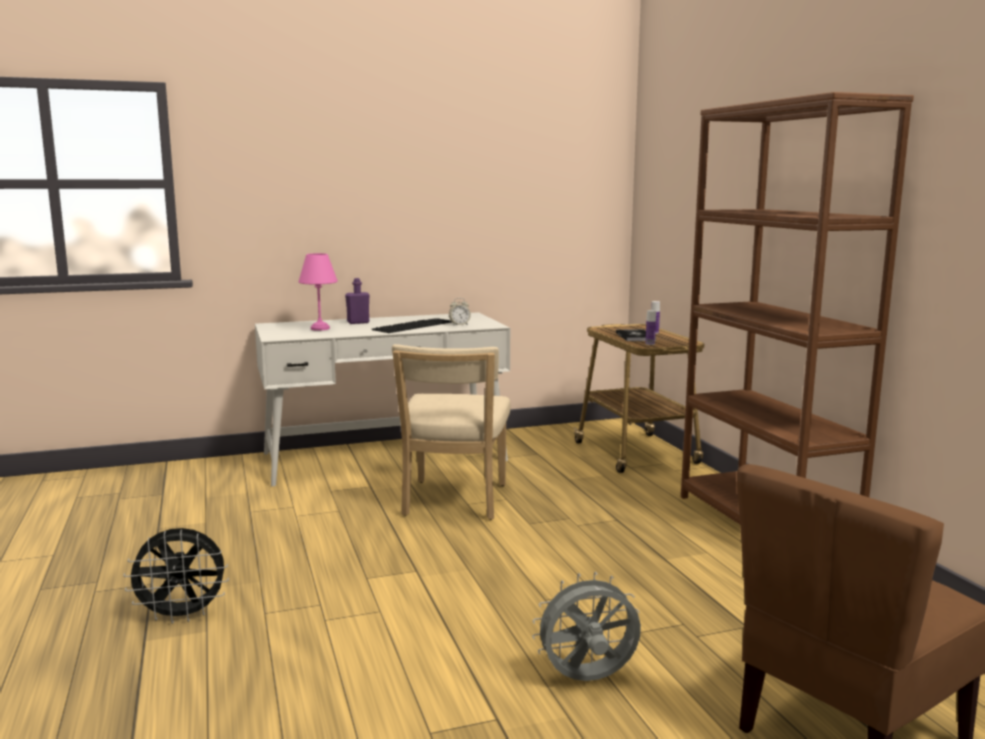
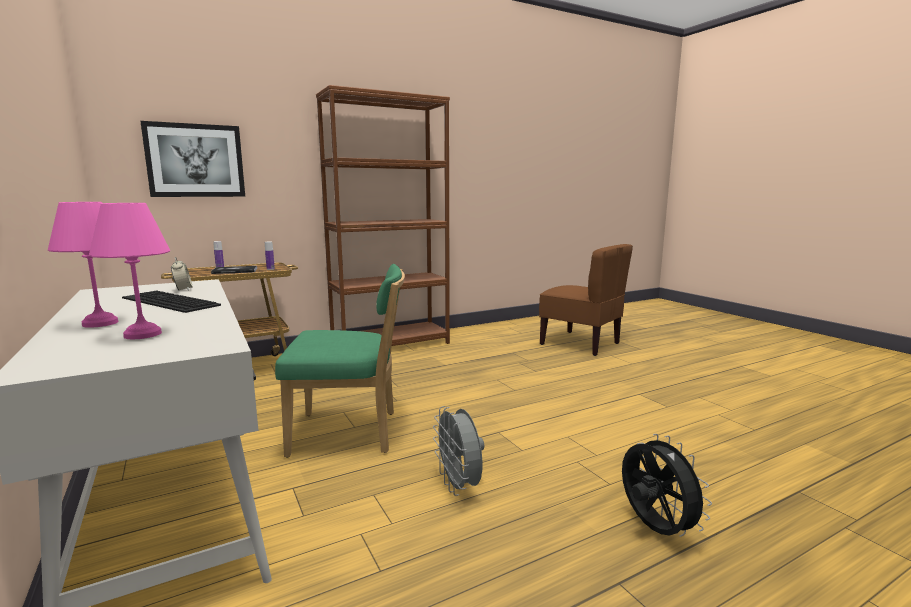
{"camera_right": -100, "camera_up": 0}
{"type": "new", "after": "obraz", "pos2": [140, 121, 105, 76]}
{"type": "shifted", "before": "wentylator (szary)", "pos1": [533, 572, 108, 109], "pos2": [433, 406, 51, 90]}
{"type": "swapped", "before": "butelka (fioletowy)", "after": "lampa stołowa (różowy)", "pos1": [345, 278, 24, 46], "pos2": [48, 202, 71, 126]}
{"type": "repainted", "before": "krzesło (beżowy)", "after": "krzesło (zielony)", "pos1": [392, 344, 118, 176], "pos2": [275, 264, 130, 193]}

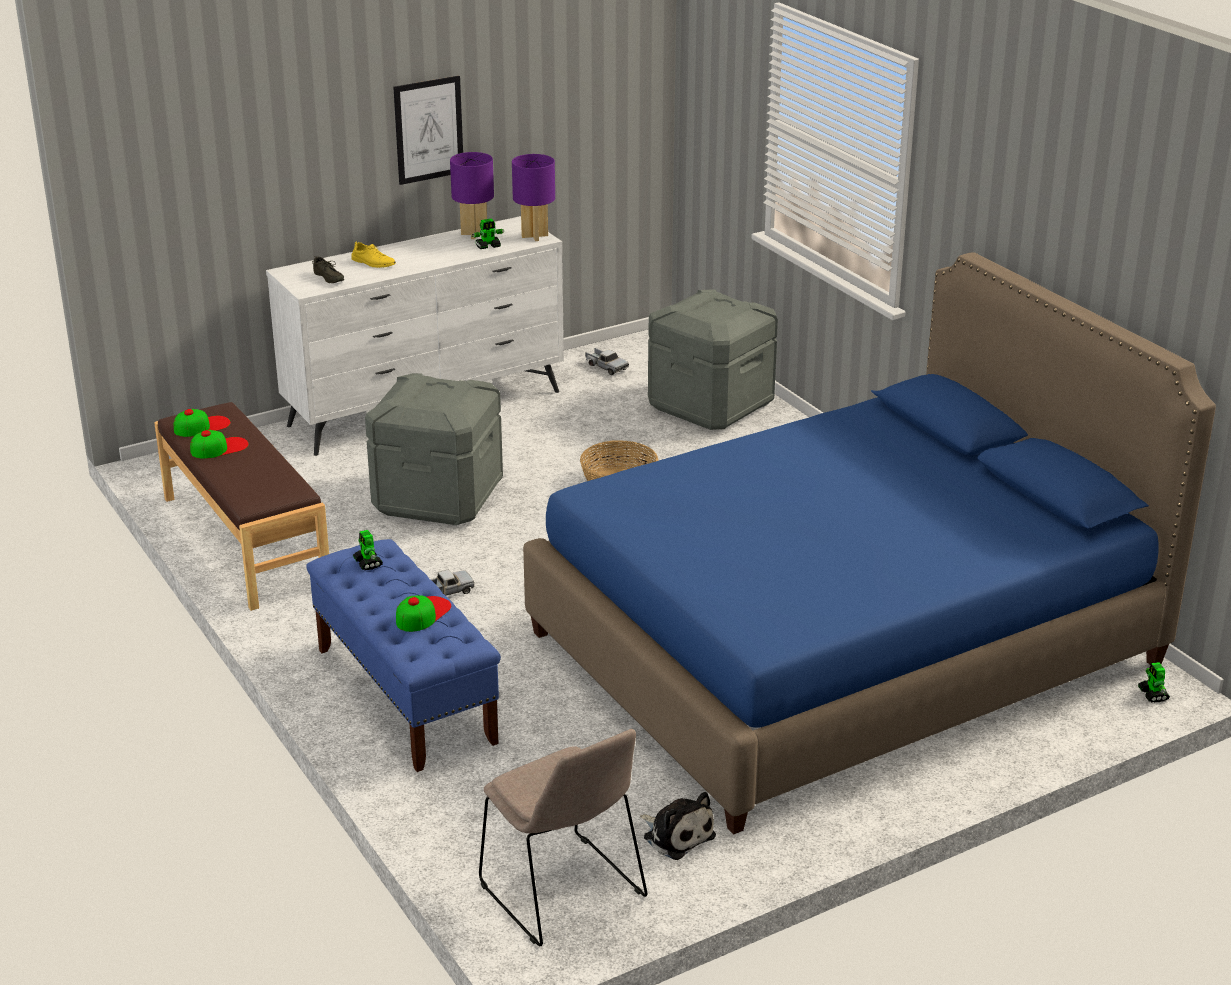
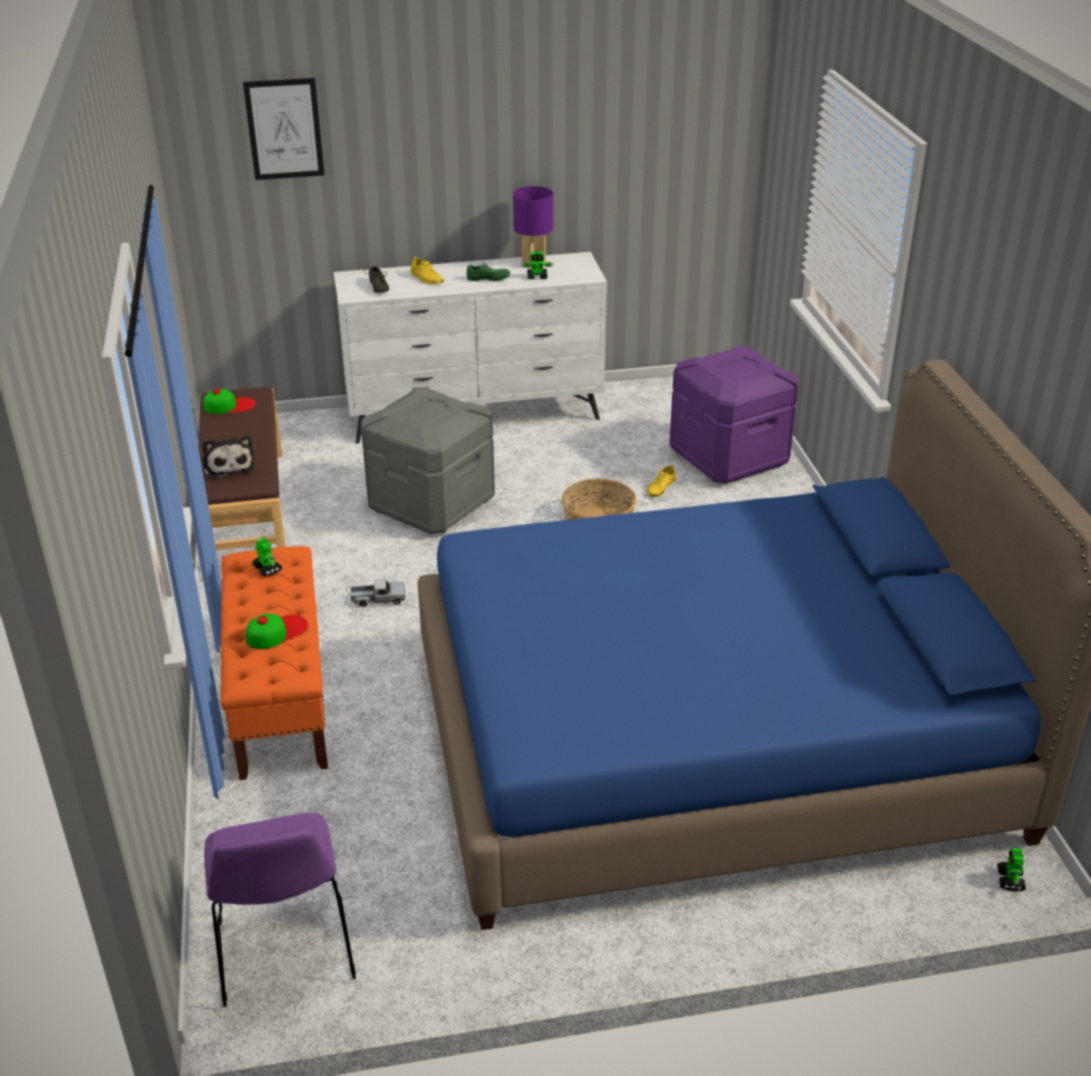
{"camera_right": 20, "camera_up": 5}
{"type": "gone", "before": "czapka z daszkiem", "pos1": [190, 430, 59, 29]}
{"type": "gone", "before": "lampa stołowa (fioletowy)", "pos1": [512, 154, 43, 87]}
{"type": "gone", "before": "ciężarówka zabawkowa", "pos1": [585, 348, 44, 27]}
{"type": "new", "after": "but (zielony)", "pos2": [467, 262, 43, 19]}
{"type": "new", "after": "but (żółty)", "pos2": [647, 464, 29, 33]}
{"type": "shifted", "before": "obraz", "pos1": [393, 76, 70, 109], "pos2": [243, 78, 81, 102]}
{"type": "shifted", "before": "pluszak", "pos1": [640, 792, 76, 68], "pos2": [203, 435, 52, 45]}
{"type": "repainted", "before": "ławka (niebieski)", "after": "ławka (pomarańczowy)", "pos1": [306, 539, 195, 233], "pos2": [220, 546, 108, 234]}
{"type": "repainted", "before": "krzesło (beżowy)", "after": "krzesło (fioletowy)", "pos1": [479, 729, 168, 217], "pos2": [204, 813, 152, 194]}
{"type": "repainted", "before": "pojemnik do przechowywania (szary)", "after": "pojemnik do przechowywania (fioletowy)", "pos1": [648, 289, 130, 141], "pos2": [669, 345, 130, 139]}
{"type": "rotated", "before": "robot zabawkowy", "pos1": [353, 530, 30, 40], "pos2": [252, 538, 30, 39], "turn": 150}

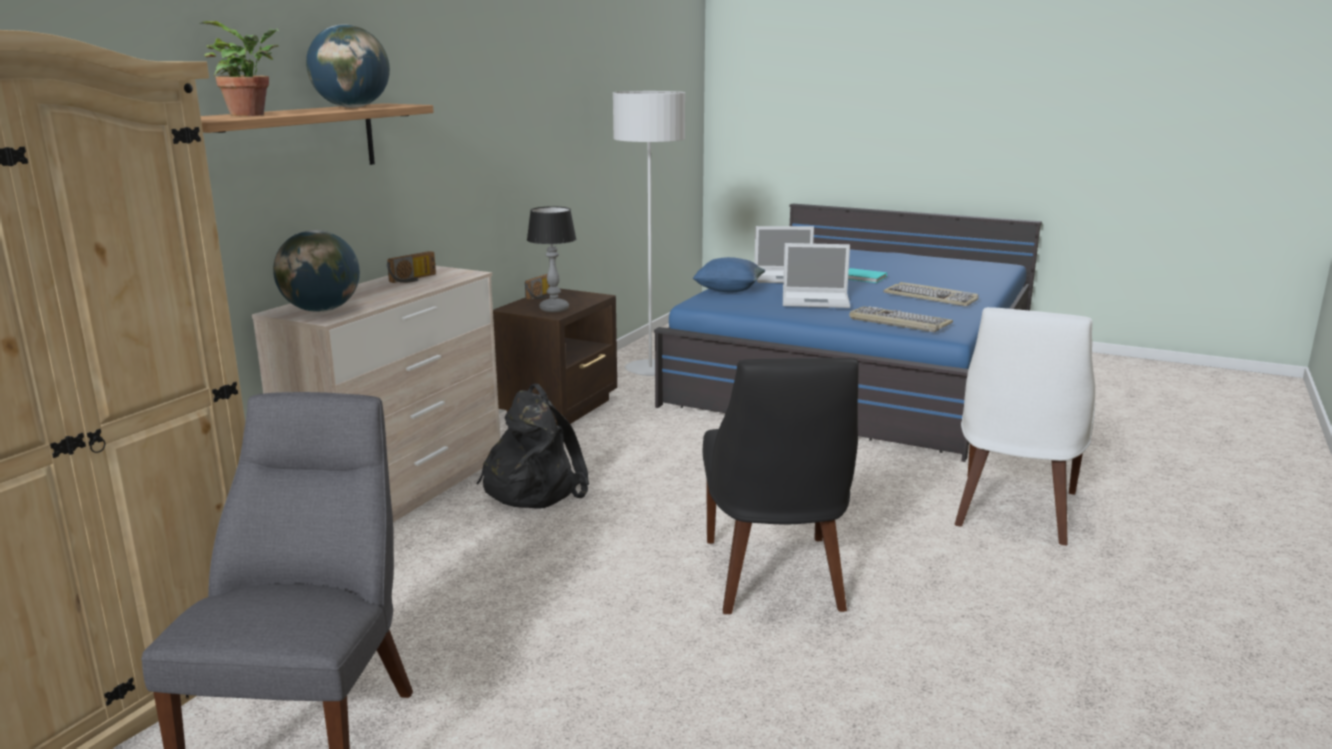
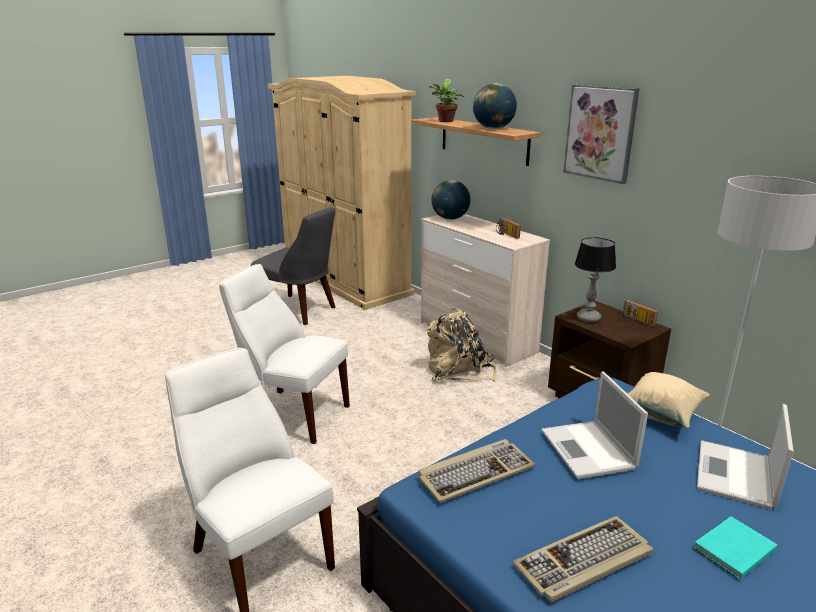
{"camera_right": 115, "camera_up": 5}
{"type": "new", "after": "obraz", "pos2": [563, 84, 76, 100]}
{"type": "repainted", "before": "plecak (czarny)", "after": "plecak (beżowy)", "pos1": [476, 383, 113, 126], "pos2": [427, 308, 70, 73]}
{"type": "repainted", "before": "poduszka (niebieski)", "after": "poduszka (beżowy)", "pos1": [692, 257, 73, 35], "pos2": [628, 372, 82, 56]}
{"type": "repainted", "before": "krzesło (czarny)", "after": "krzesło (biały)", "pos1": [703, 358, 156, 256], "pos2": [219, 264, 131, 180]}
{"type": "rotated", "before": "laptop", "pos1": [783, 243, 67, 65], "pos2": [541, 371, 107, 108], "turn": -45}

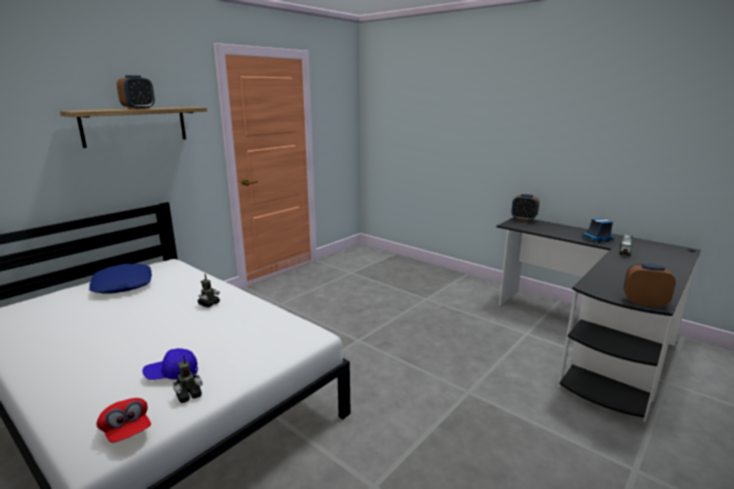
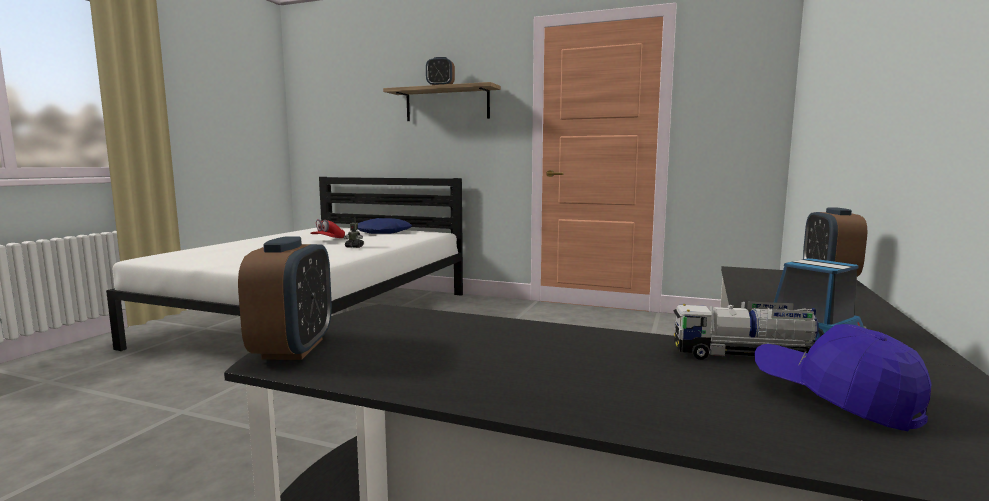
{"camera_right": 70, "camera_up": -10}
{"type": "gone", "before": "robot zabawkowy", "pos1": [172, 354, 30, 49]}
{"type": "shifted", "before": "czapka z daszkiem (czerwony)", "pos1": [96, 398, 55, 45], "pos2": [310, 219, 35, 19]}
{"type": "shifted", "before": "czapka z daszkiem (niebieski)", "pos1": [142, 348, 56, 32], "pos2": [754, 324, 178, 107]}

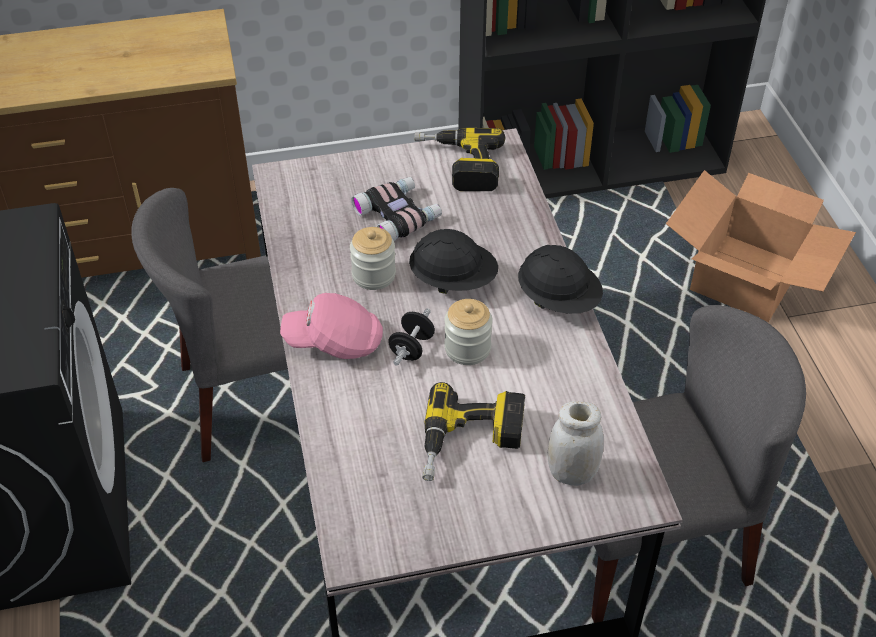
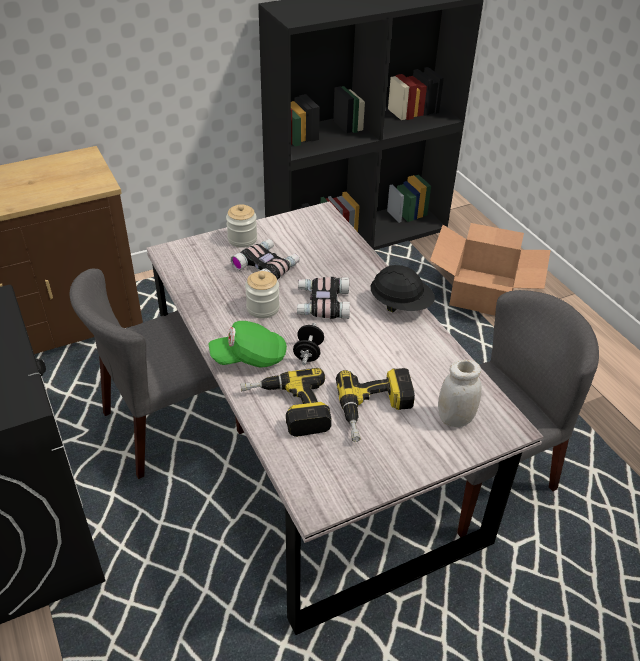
{"camera_right": -15, "camera_up": -5}
{"type": "shifted", "before": "wiertarka", "pos1": [414, 128, 91, 63], "pos2": [240, 368, 92, 69]}
{"type": "shifted", "before": "słoik", "pos1": [444, 299, 49, 66], "pos2": [226, 204, 31, 44]}
{"type": "swapped", "before": "kask (czarny)", "after": "lornetka", "pos1": [409, 229, 89, 65], "pos2": [297, 277, 53, 42]}
{"type": "repainted", "before": "czapka z daszkiem (różowy)", "after": "czapka z daszkiem (zielony)", "pos1": [280, 293, 103, 66], "pos2": [208, 321, 79, 47]}

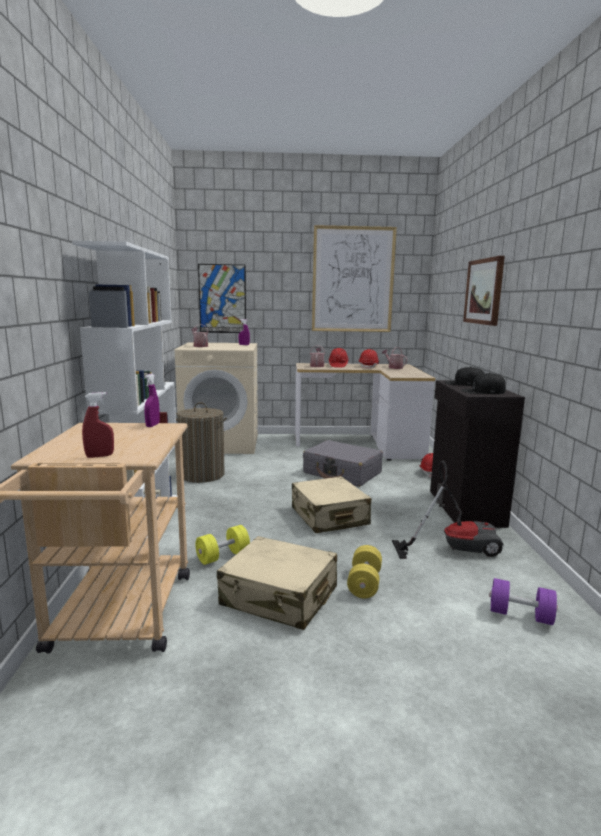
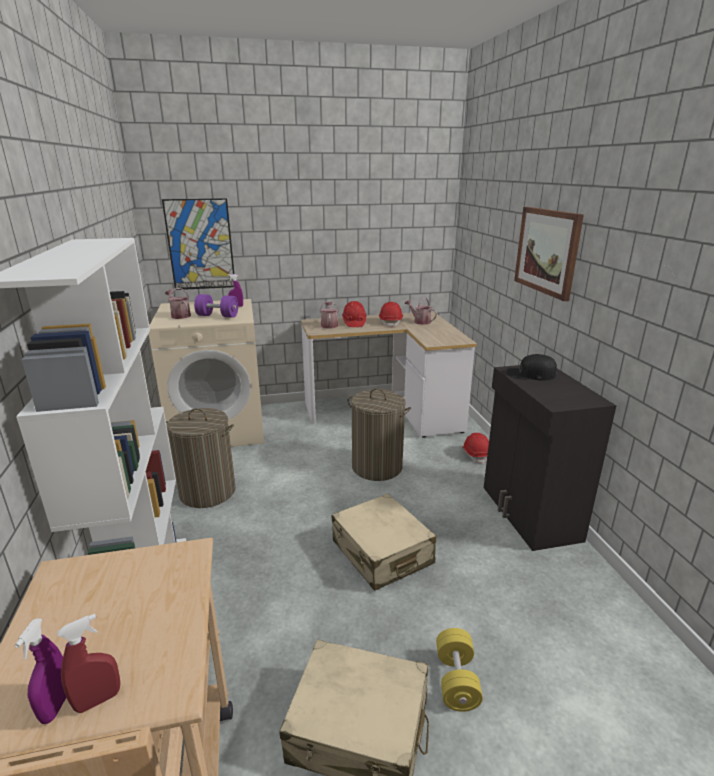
{"camera_right": -10, "camera_up": 10}
{"type": "gone", "before": "hantel (żółty)", "pos1": [195, 525, 55, 40]}
{"type": "gone", "before": "obraz", "pos1": [312, 225, 85, 107]}
{"type": "gone", "before": "odkurzacz", "pos1": [392, 461, 112, 98]}
{"type": "gone", "before": "czapka z daszkiem (czarny)", "pos1": [461, 373, 45, 21]}
{"type": "shifted", "before": "spryskiwacz (fioletowy)", "pos1": [144, 374, 16, 53], "pos2": [15, 618, 51, 106]}
{"type": "shifted", "before": "hantel (fioletowy)", "pos1": [490, 578, 67, 47], "pos2": [194, 294, 44, 24]}
{"type": "swapped", "before": "walizka (szary)", "after": "kosz na pranie", "pos1": [303, 440, 80, 47], "pos2": [347, 388, 64, 93]}

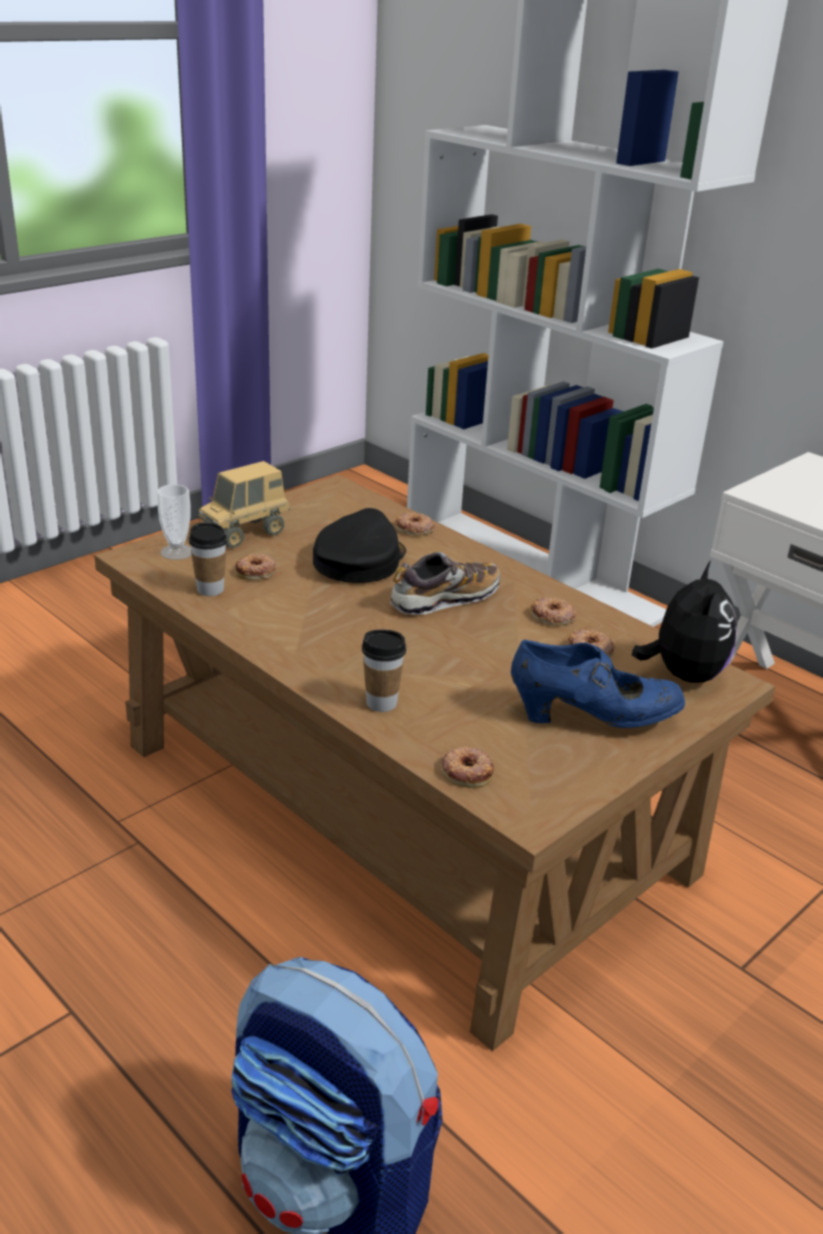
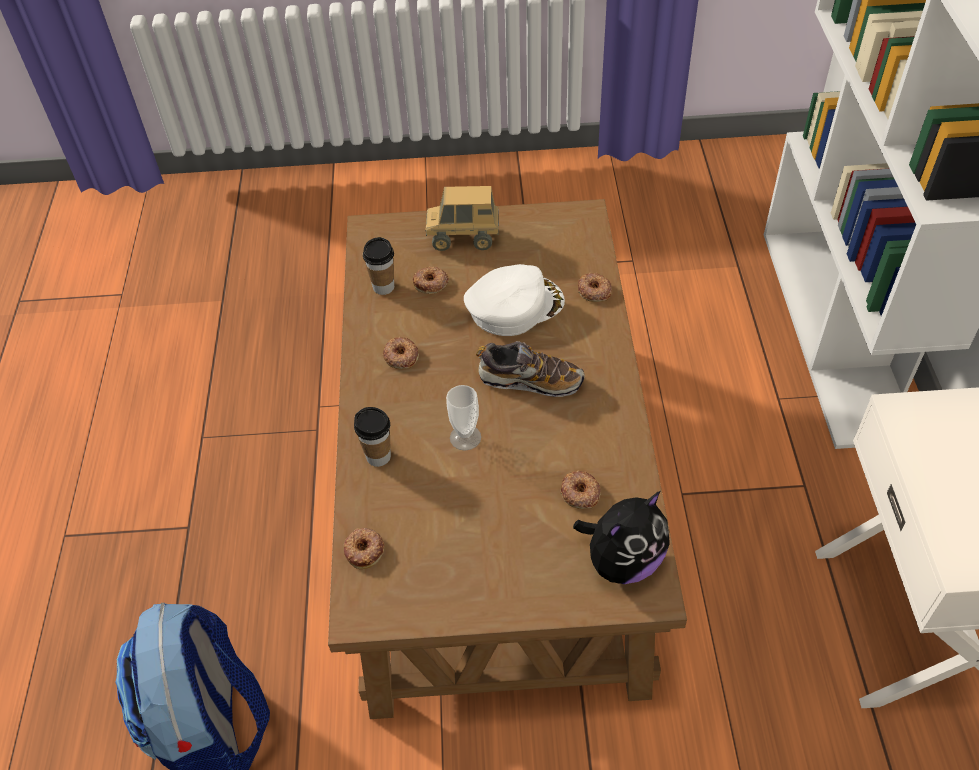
{"camera_right": 45, "camera_up": 20}
{"type": "gone", "before": "but (niebieski)", "pos1": [511, 640, 174, 88]}
{"type": "shifted", "before": "filiżanka", "pos1": [157, 484, 34, 76], "pos2": [446, 385, 35, 66]}
{"type": "shifted", "before": "donut", "pos1": [531, 597, 45, 29], "pos2": [383, 336, 36, 33]}
{"type": "repainted", "before": "czapka z daszkiem (czarny)", "after": "czapka z daszkiem (biały)", "pos1": [313, 508, 93, 75], "pos2": [464, 264, 101, 72]}

